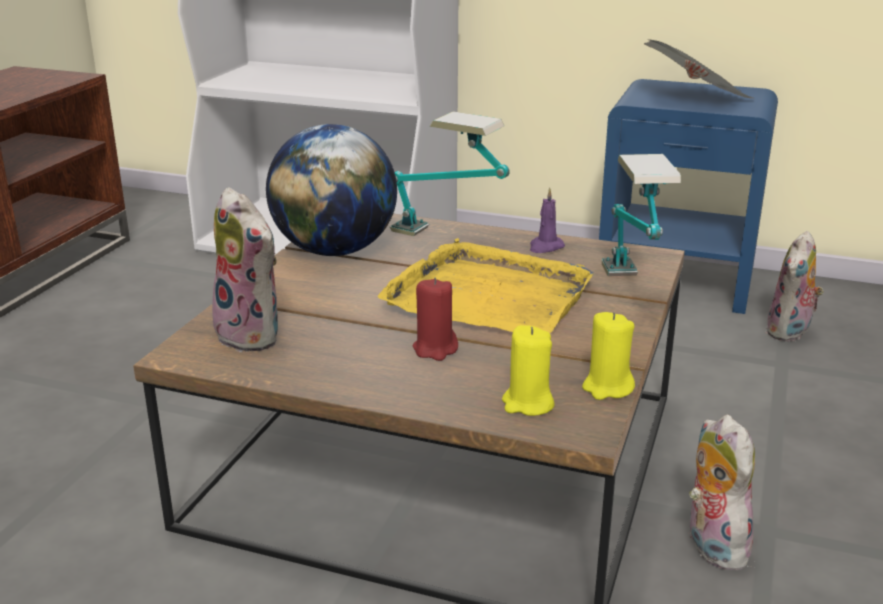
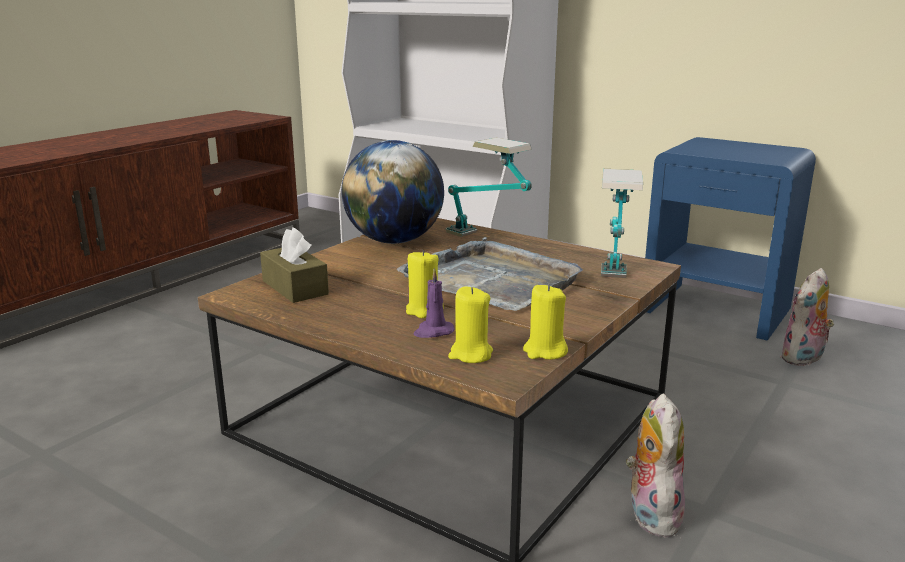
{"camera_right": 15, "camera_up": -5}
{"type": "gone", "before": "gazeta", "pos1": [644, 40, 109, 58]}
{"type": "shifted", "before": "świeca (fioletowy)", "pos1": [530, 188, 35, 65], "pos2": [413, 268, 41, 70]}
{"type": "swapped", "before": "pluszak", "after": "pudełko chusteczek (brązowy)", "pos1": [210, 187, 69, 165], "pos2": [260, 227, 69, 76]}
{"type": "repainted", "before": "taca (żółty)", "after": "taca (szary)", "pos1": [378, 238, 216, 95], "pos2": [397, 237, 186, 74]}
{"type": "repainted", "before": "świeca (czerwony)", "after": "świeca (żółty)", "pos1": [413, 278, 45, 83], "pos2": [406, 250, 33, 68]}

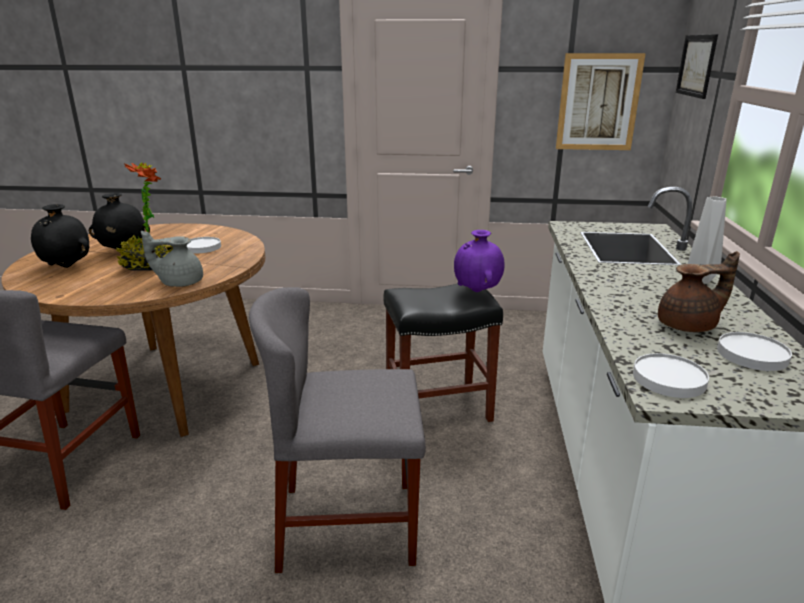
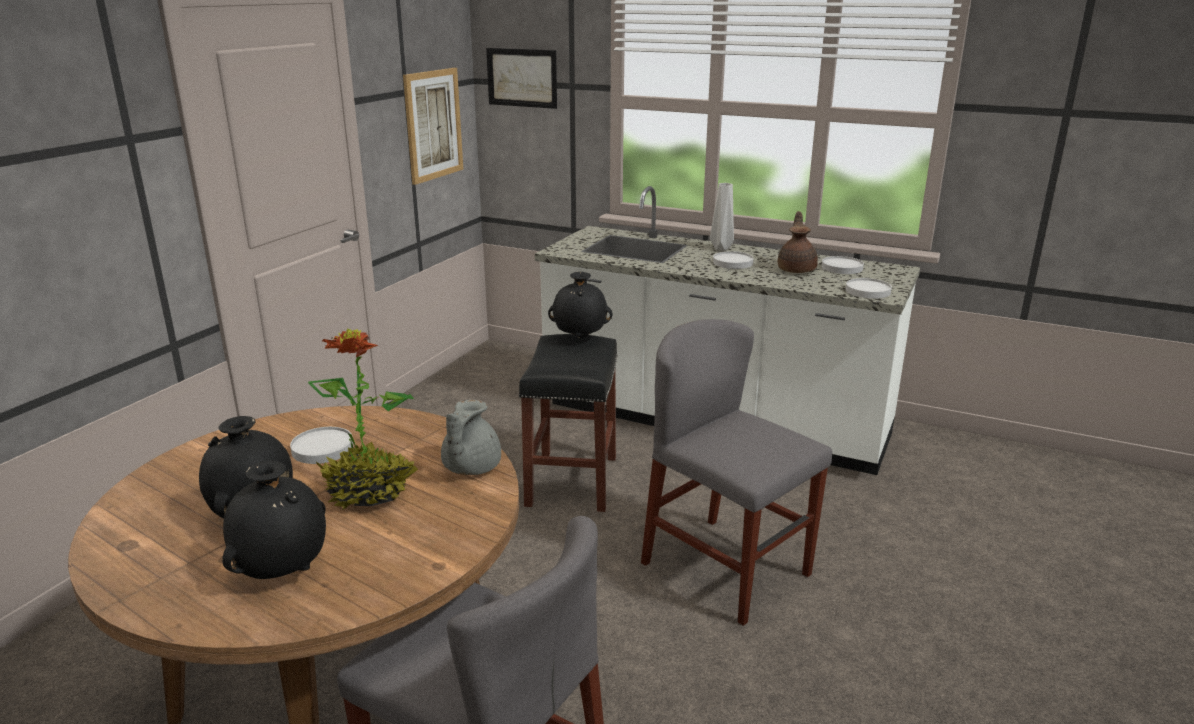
{"camera_right": -70, "camera_up": 0}
{"type": "new", "after": "talerz (biały)", "pos2": [713, 251, 40, 18]}
{"type": "repainted", "before": "wazon (fioletowy)", "after": "wazon (czarny)", "pos1": [454, 230, 50, 62], "pos2": [548, 272, 64, 66]}
{"type": "rotated", "before": "krzesło (szary)", "pos1": [249, 287, 177, 286], "pos2": [641, 319, 191, 307], "turn": 120}

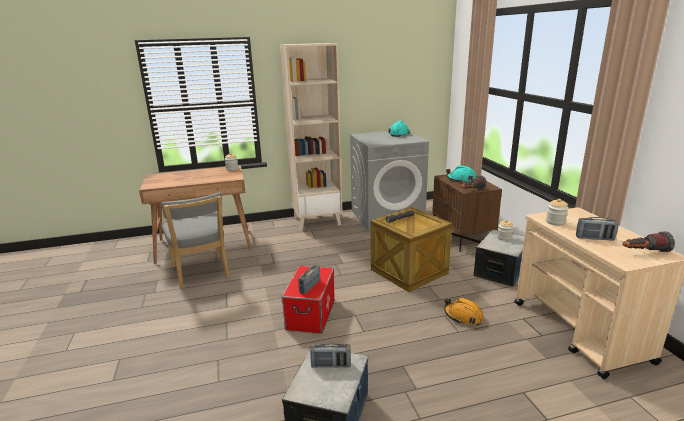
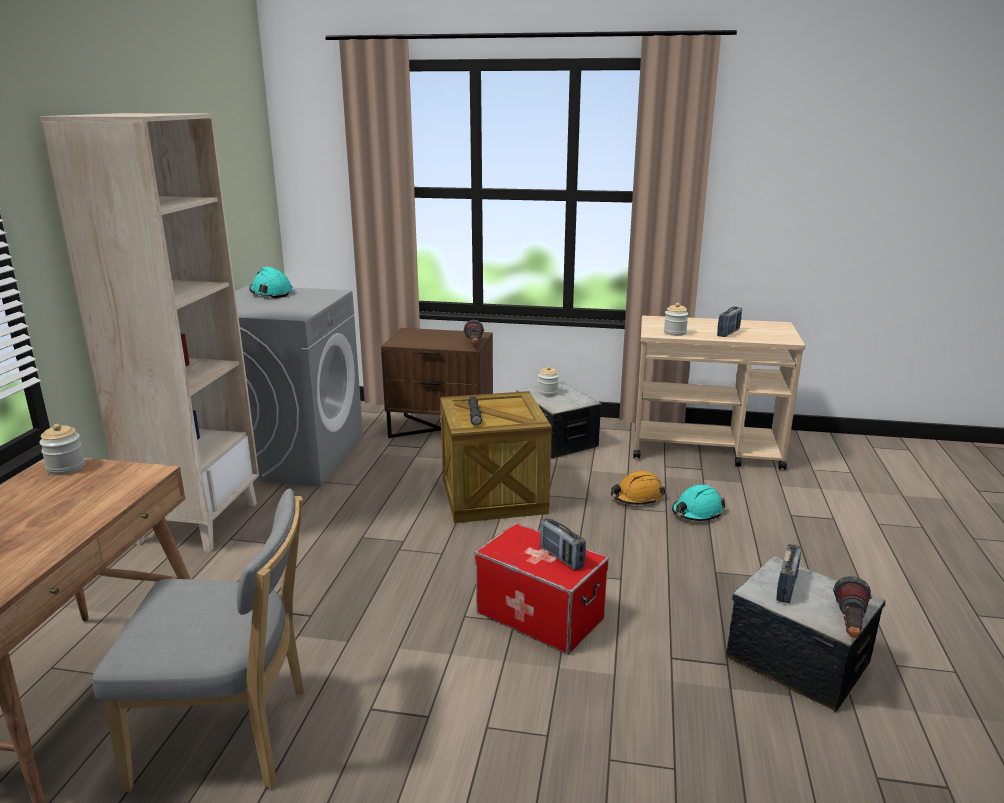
{"camera_right": -65, "camera_up": 0}
{"type": "shifted", "before": "kask (turkusowy)", "pos1": [446, 165, 30, 17], "pos2": [672, 485, 53, 36]}
{"type": "shifted", "before": "latarka", "pos1": [623, 231, 52, 21], "pos2": [833, 576, 39, 62]}

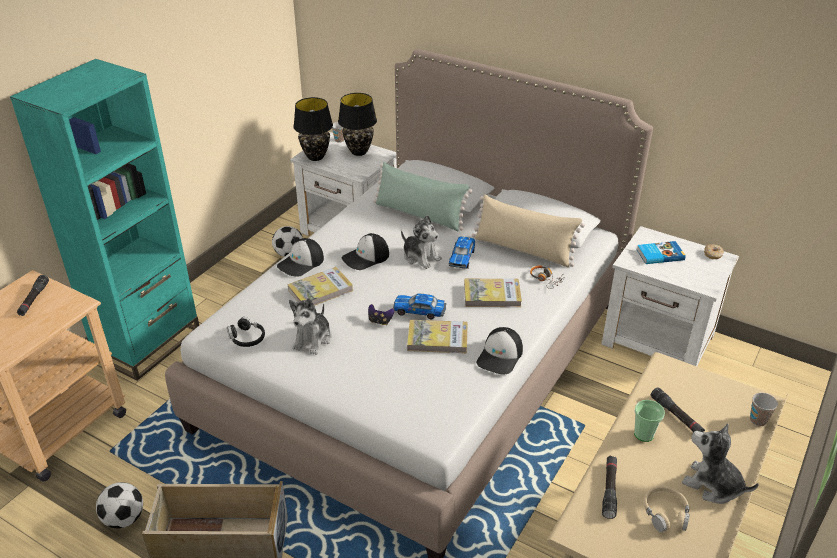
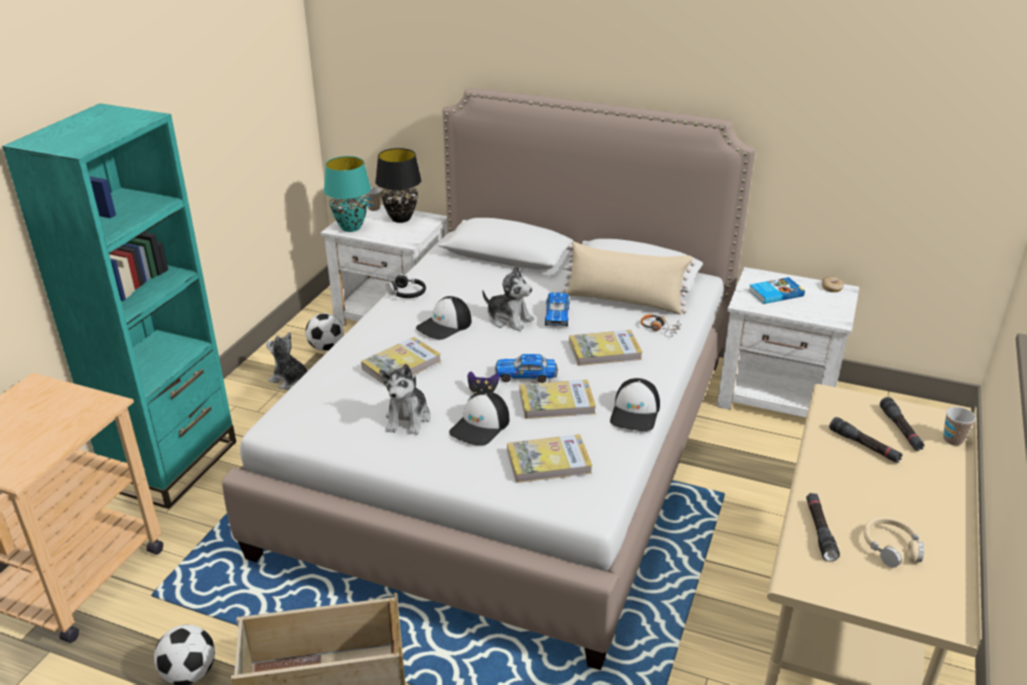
{"camera_right": -10, "camera_up": -5}
{"type": "gone", "before": "poduszka (zielony)", "pos1": [373, 162, 99, 69]}
{"type": "gone", "before": "filiżanka", "pos1": [634, 400, 31, 42]}
{"type": "new", "after": "książka", "pos2": [507, 434, 86, 49]}
{"type": "shifted", "before": "latarka (czarny)", "pos1": [17, 275, 32, 41], "pos2": [880, 397, 45, 54]}
{"type": "shifted", "before": "słuchawki (czarny)", "pos1": [227, 317, 38, 30], "pos2": [386, 274, 40, 24]}
{"type": "shifted", "before": "czapka z daszkiem", "pos1": [277, 238, 47, 39], "pos2": [449, 391, 60, 54]}
{"type": "shifted", "before": "pluszak", "pos1": [682, 423, 77, 81], "pos2": [266, 332, 41, 57]}
{"type": "repainted", "before": "lampa stołowa (czarny)", "after": "lampa stołowa (turkusowy)", "pos1": [293, 97, 40, 64], "pos2": [324, 156, 47, 76]}

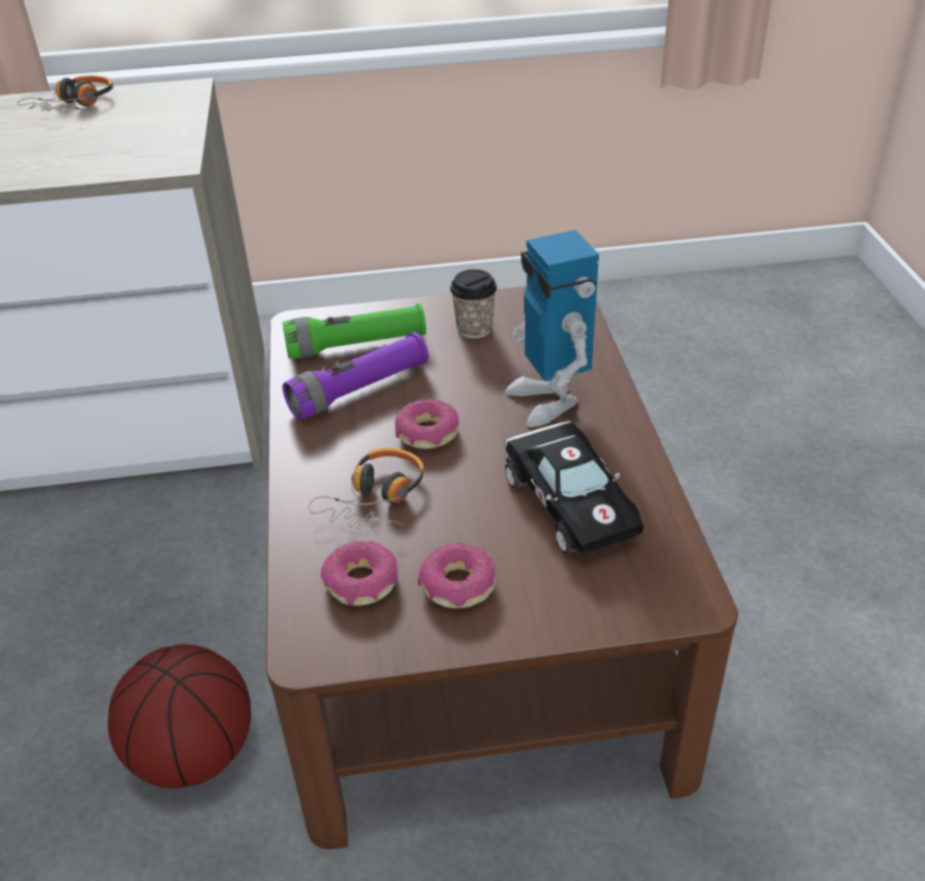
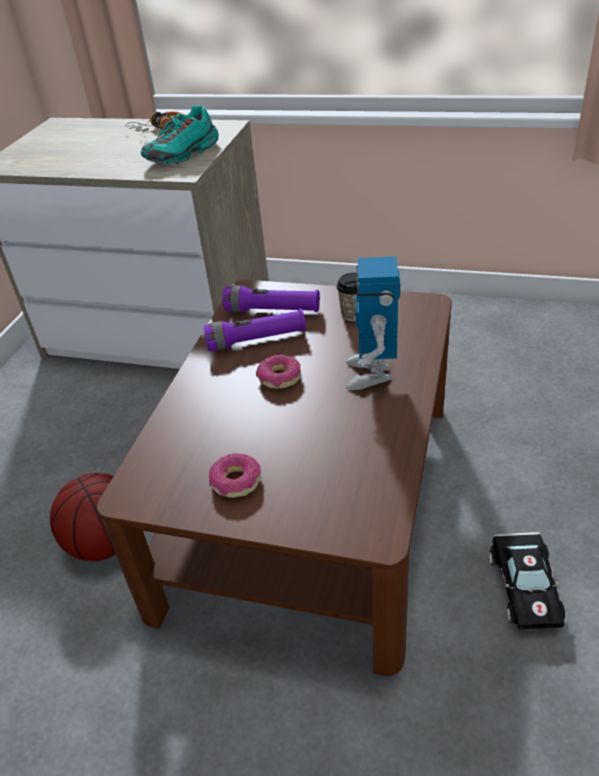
{"camera_right": 25, "camera_up": 0}
{"type": "gone", "before": "słuchawki", "pos1": [308, 448, 117, 83]}
{"type": "gone", "before": "donut", "pos1": [320, 541, 78, 65]}
{"type": "new", "after": "but (turkusowy)", "pos2": [141, 106, 78, 58]}
{"type": "shifted", "before": "samochodzik (czarny)", "pos1": [504, 421, 140, 133], "pos2": [489, 532, 76, 97]}
{"type": "repainted", "before": "latarka (zielony)", "after": "latarka (fioletowy)", "pos1": [282, 303, 144, 55], "pos2": [223, 285, 97, 27]}

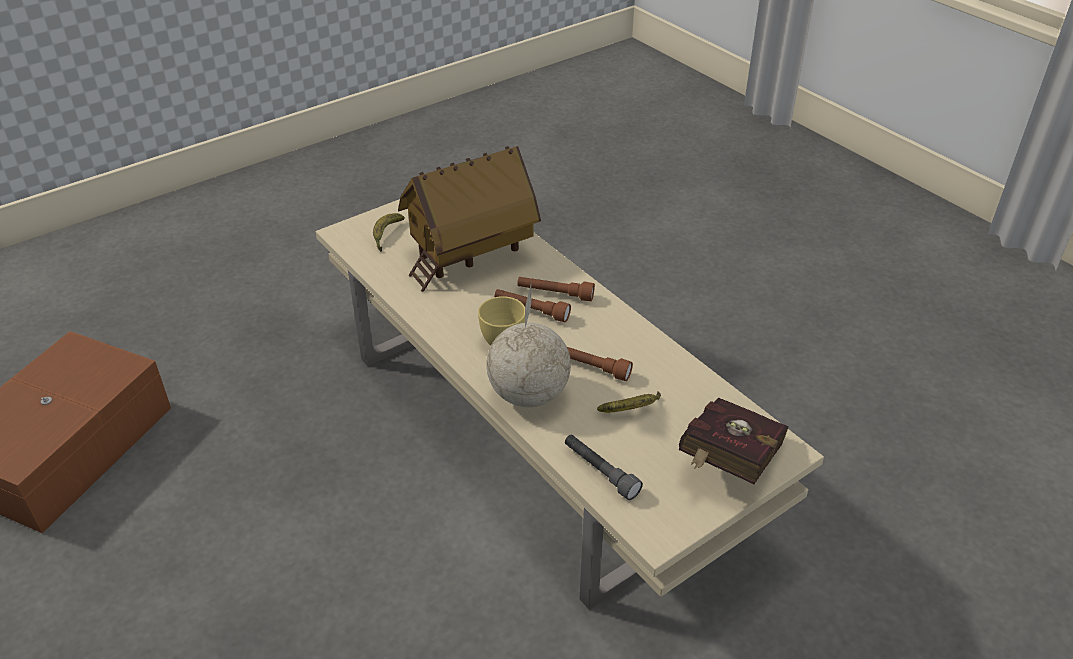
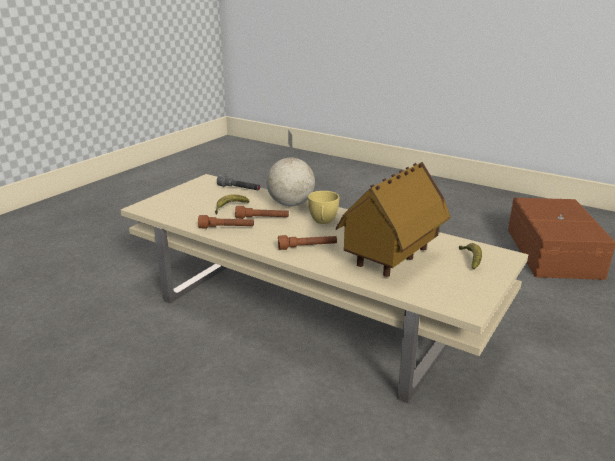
{"camera_right": 160, "camera_up": -15}
{"type": "gone", "before": "książka (czerwony)", "pos1": [679, 397, 110, 87]}
{"type": "shifted", "before": "latarka (brązowy)", "pos1": [494, 289, 77, 33], "pos2": [198, 215, 56, 14]}

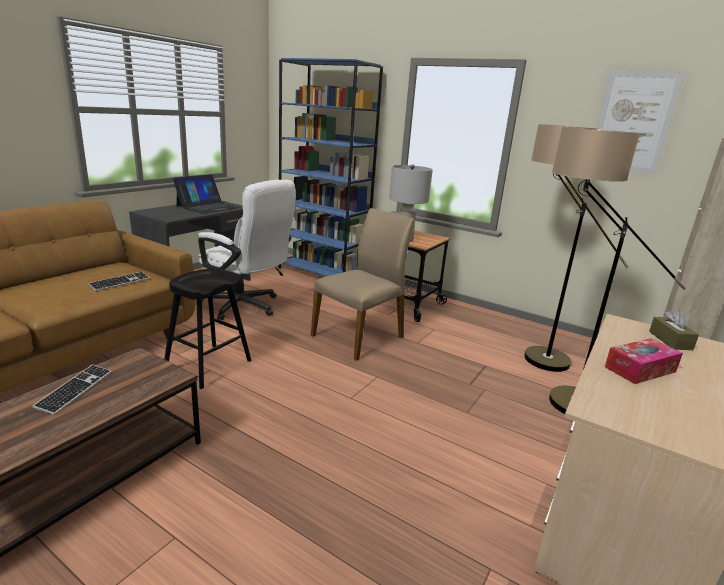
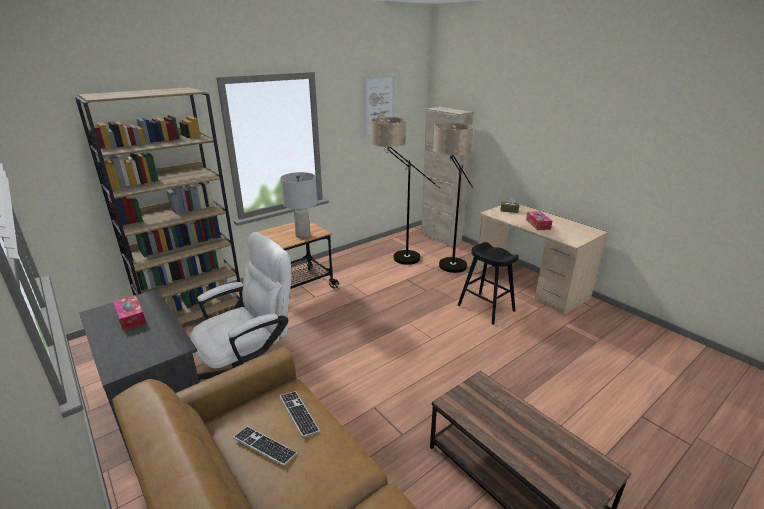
{"camera_right": -70, "camera_up": 5}
{"type": "gone", "before": "krzesło (beżowy)", "pos1": [311, 208, 103, 153]}
{"type": "shifted", "before": "klawiatura", "pos1": [32, 364, 80, 51], "pos2": [233, 426, 64, 40]}
{"type": "shifted", "before": "stołek (czarny)", "pos1": [164, 268, 87, 121], "pos2": [458, 242, 61, 83]}
{"type": "swapped", "before": "laptop", "after": "pudełko chusteczek", "pos1": [173, 174, 68, 40], "pos2": [113, 295, 33, 36]}
{"type": "repainted", "before": "regał (niebieski)", "after": "regał (brązowy)", "pos1": [279, 58, 104, 218], "pos2": [75, 87, 169, 238]}

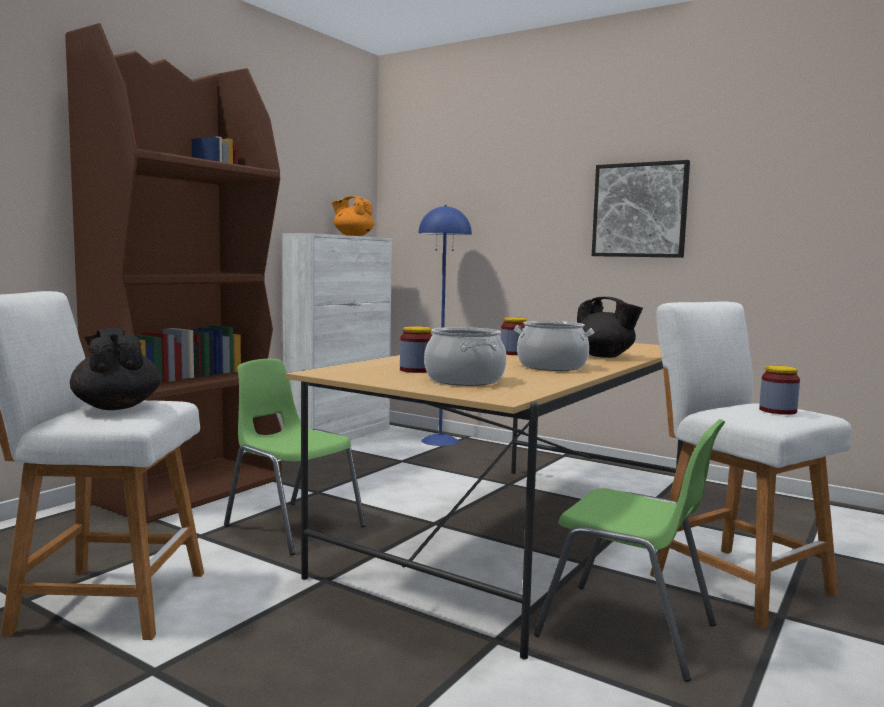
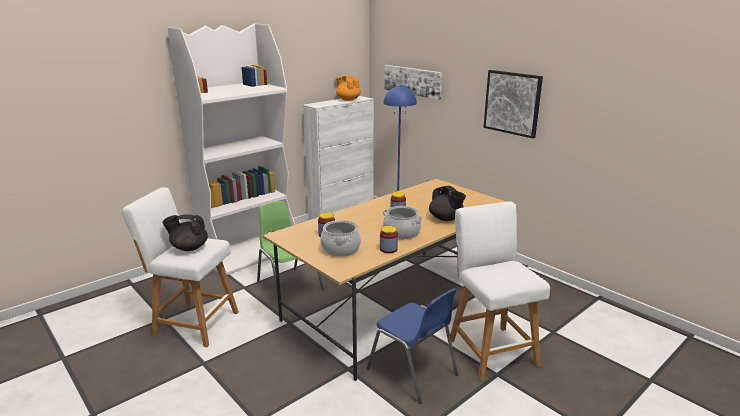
{"camera_right": 15, "camera_up": 15}
{"type": "new", "after": "obraz", "pos2": [384, 65, 58, 35]}
{"type": "shifted", "before": "słoik", "pos1": [759, 366, 41, 49], "pos2": [380, 226, 18, 27]}
{"type": "repainted", "before": "regał (brązowy)", "after": "regał (biały)", "pos1": [65, 23, 217, 500], "pos2": [168, 24, 127, 251]}
{"type": "repainted", "before": "krzesło (zielony)", "after": "krzesło (niebieski)", "pos1": [533, 419, 192, 263], "pos2": [367, 288, 91, 116]}
{"type": "rotated", "before": "imbryk (czarny)", "pos1": [70, 328, 91, 82], "pos2": [162, 214, 46, 37], "turn": -75}

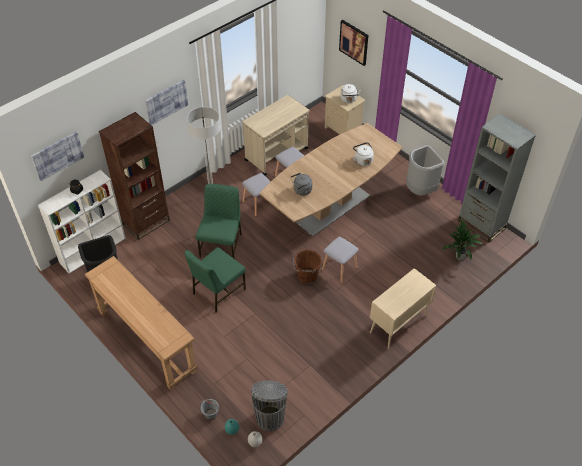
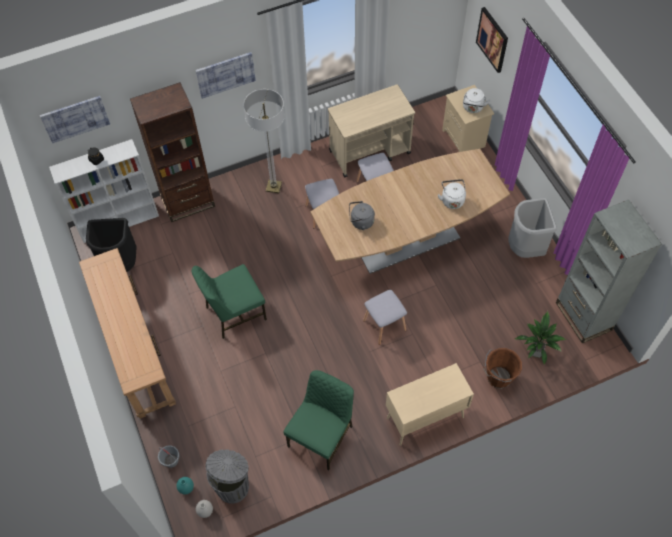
{"camera_right": 20, "camera_up": 10}
{"type": "shifted", "before": "krzesło (zielony)", "pos1": [196, 184, 46, 74], "pos2": [283, 370, 71, 100]}
{"type": "shifted", "before": "wiadro (brązowy)", "pos1": [293, 249, 29, 35], "pos2": [483, 348, 39, 41]}

